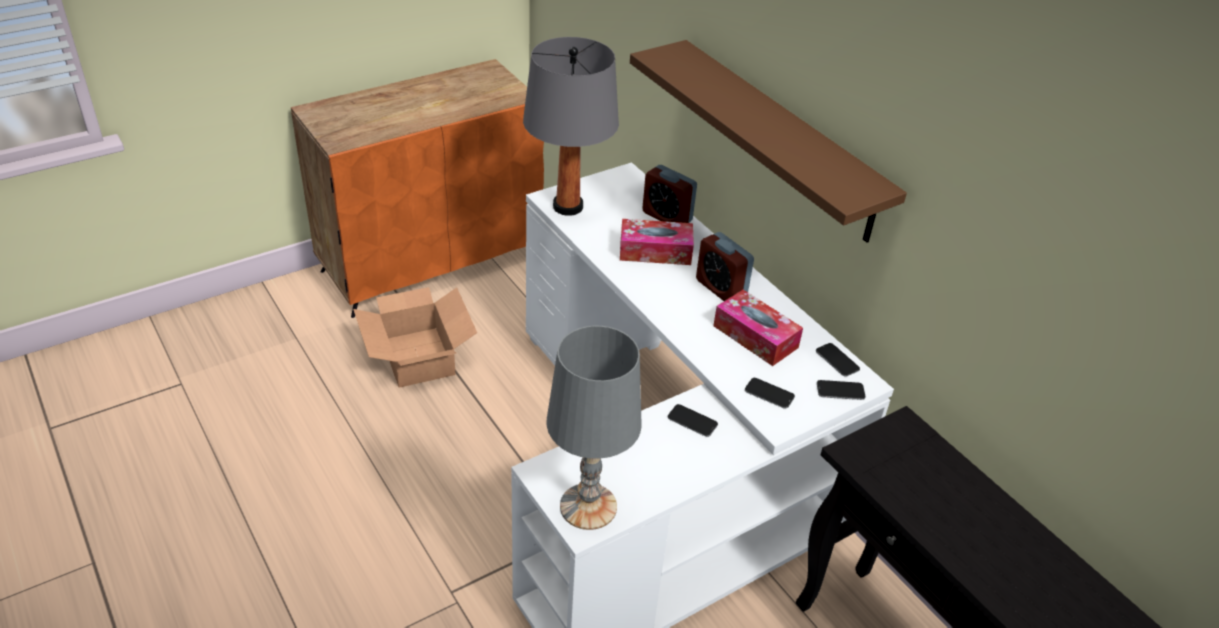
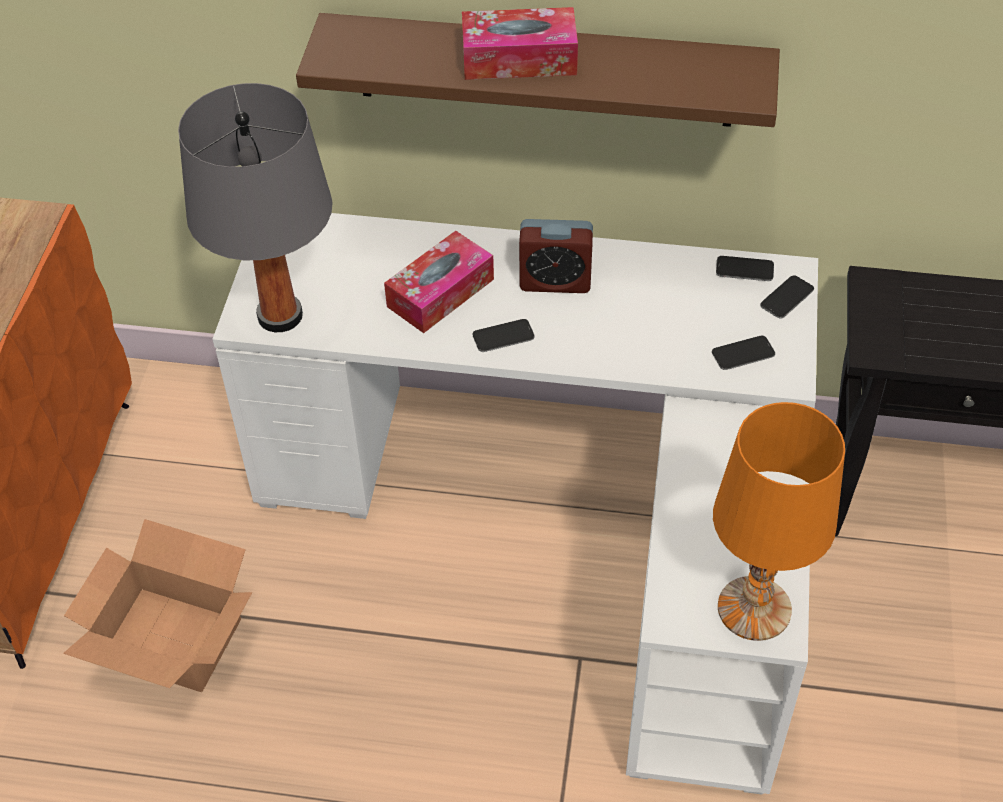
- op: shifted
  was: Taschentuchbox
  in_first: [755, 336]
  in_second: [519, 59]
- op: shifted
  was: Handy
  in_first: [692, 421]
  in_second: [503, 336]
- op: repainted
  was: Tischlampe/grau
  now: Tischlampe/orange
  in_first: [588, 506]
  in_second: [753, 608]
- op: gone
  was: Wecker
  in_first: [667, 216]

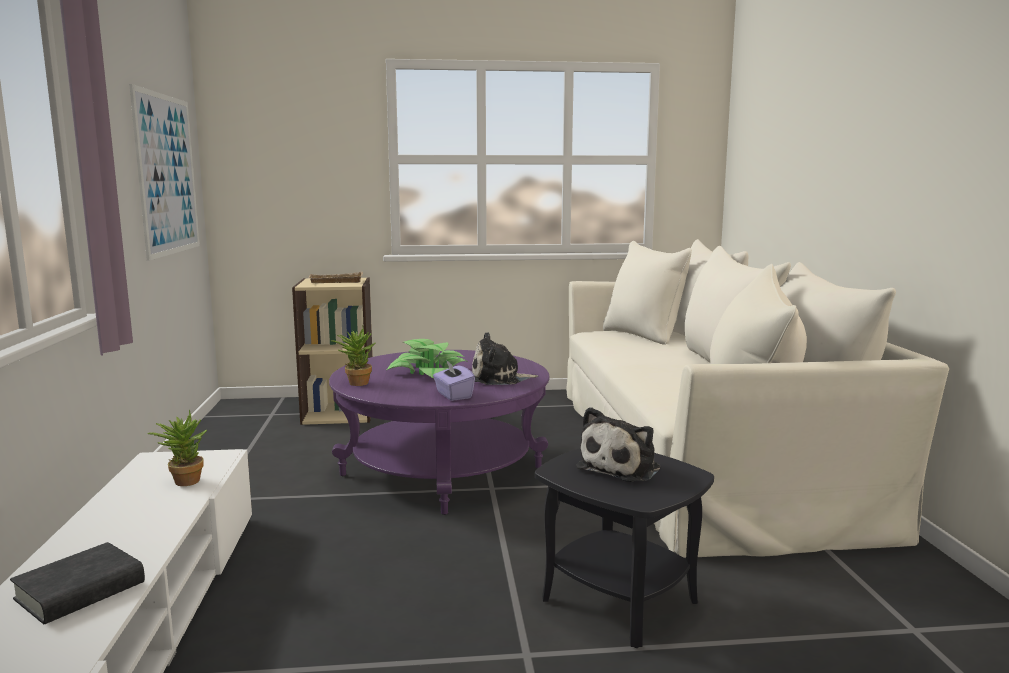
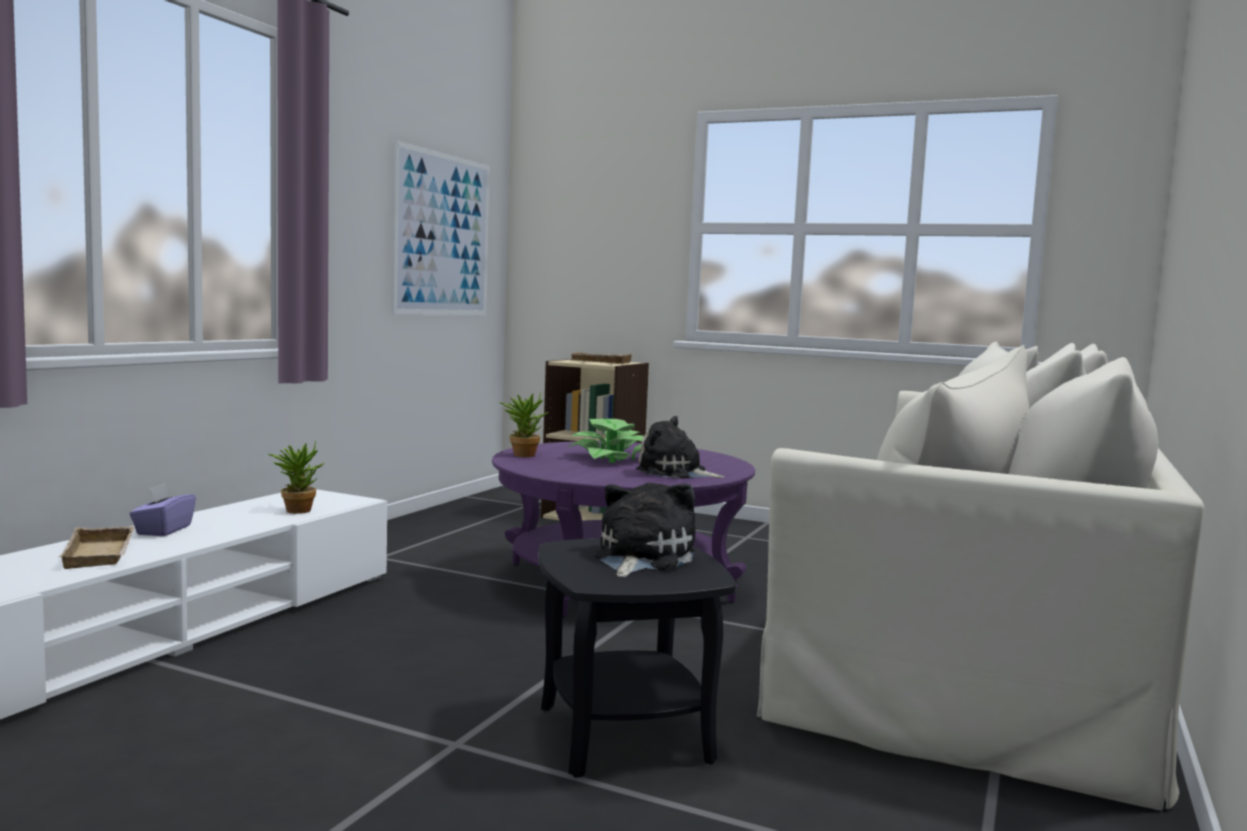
- op: swapped
  was: Buch/schwarz
  now: Tablett/beige
  in_first: [80, 591]
  in_second: [102, 555]
- op: shifted
  was: Taschentuchbox/lila
  in_first: [453, 395]
  in_second: [163, 530]
- op: rotated
  was: Plüschtier
  in_first: [622, 467]
  in_second: [640, 558]
  clockwise: 135

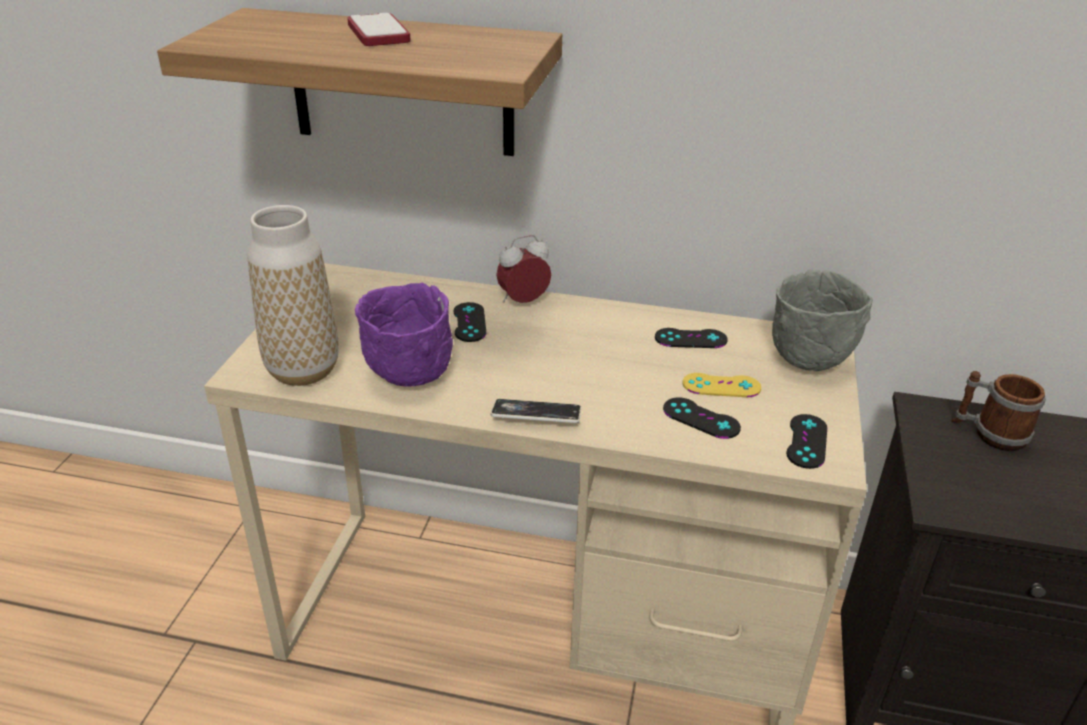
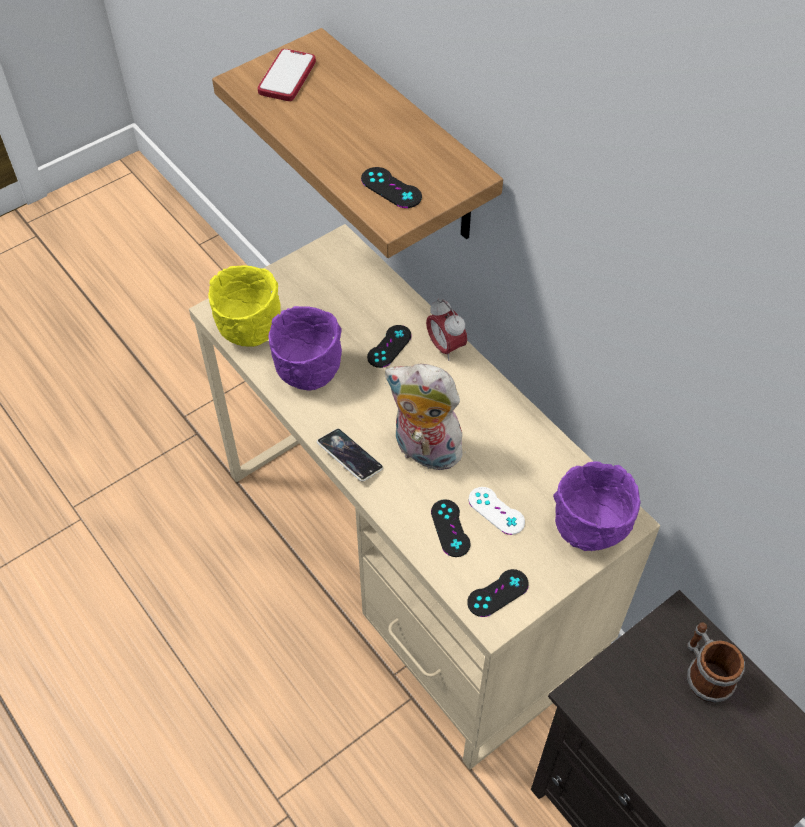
- op: swapped
  was: Vase
  now: Schüssel/gelb
  in_first: [303, 370]
  in_second: [251, 329]
- op: shifted
  was: Handy
  in_first: [378, 33]
  in_second: [287, 77]
- op: shifted
  was: Gamepad/schwarz
  in_first: [690, 339]
  in_second: [391, 188]
- op: new
  now: Plüschtier
  in_second: [424, 451]
- op: rotated
  was: Wecker
  in_first: [523, 301]
  in_second: [445, 347]
  clockwise: -135
- op: repainted
  was: Gamepad/gelb
  now: Gamepad/weiß
  in_first: [721, 386]
  in_second: [496, 511]
- op: repainted
  was: Schüssel/grau
  now: Schüssel/lila
  in_first: [811, 360]
  in_second: [590, 531]

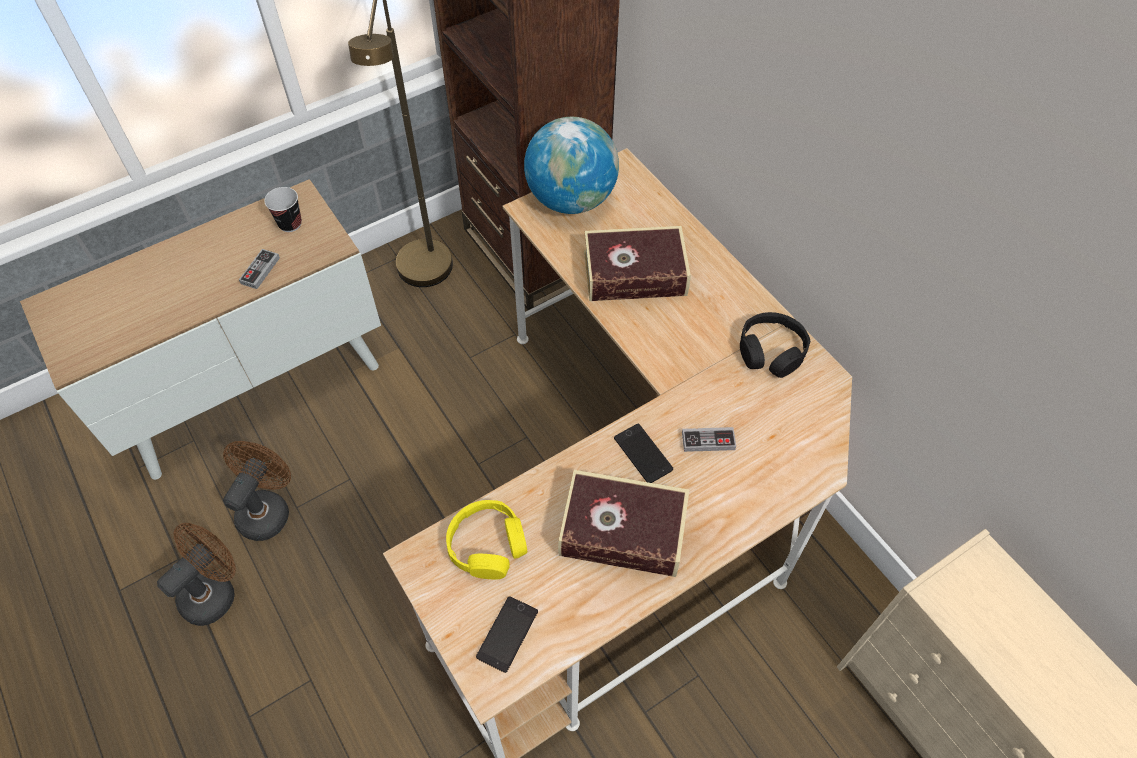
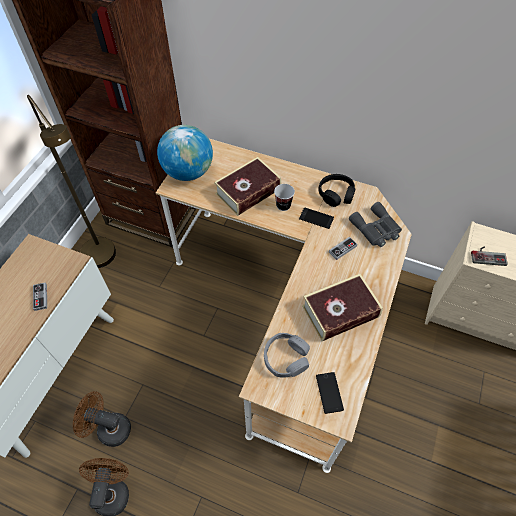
- op: rotated
  was: Ventilator/braun
  in_first: [267, 509]
  in_second: [109, 429]
  clockwise: -60
- op: repainted
  was: Kopfhörer/gelb
  now: Kopfhörer/grau
  in_first: [487, 545]
  in_second: [286, 358]
- op: shifted
  was: Tasse
  in_first: [290, 224]
  in_second: [283, 205]
- op: shifted
  was: Handy
  in_first: [643, 454]
  in_second: [316, 218]
- op: new
  now: Fernglas/grau
  in_second: [376, 229]
- op: new
  now: Gamepad
  in_second: [487, 255]

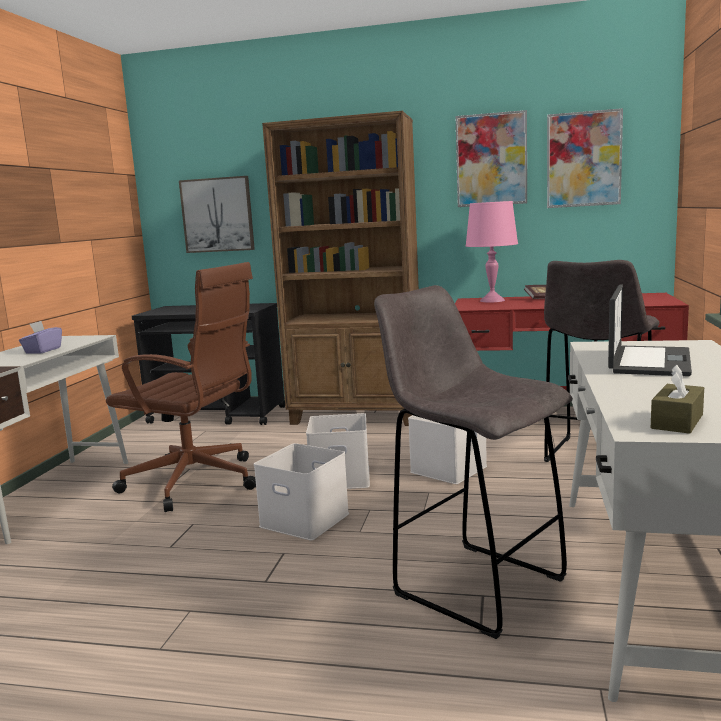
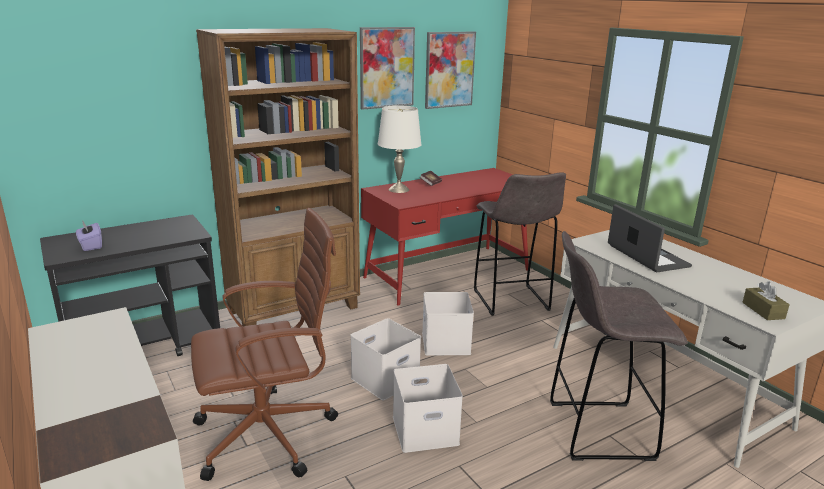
- op: shifted
  was: Taschentuchbox/lila
  in_first: [43, 350]
  in_second: [91, 245]
- op: repainted
  was: Tischlampe/rosa
  now: Tischlampe/weiß
  in_first: [492, 300]
  in_second: [399, 189]
- op: gone
  was: Bild
  in_first: [217, 215]

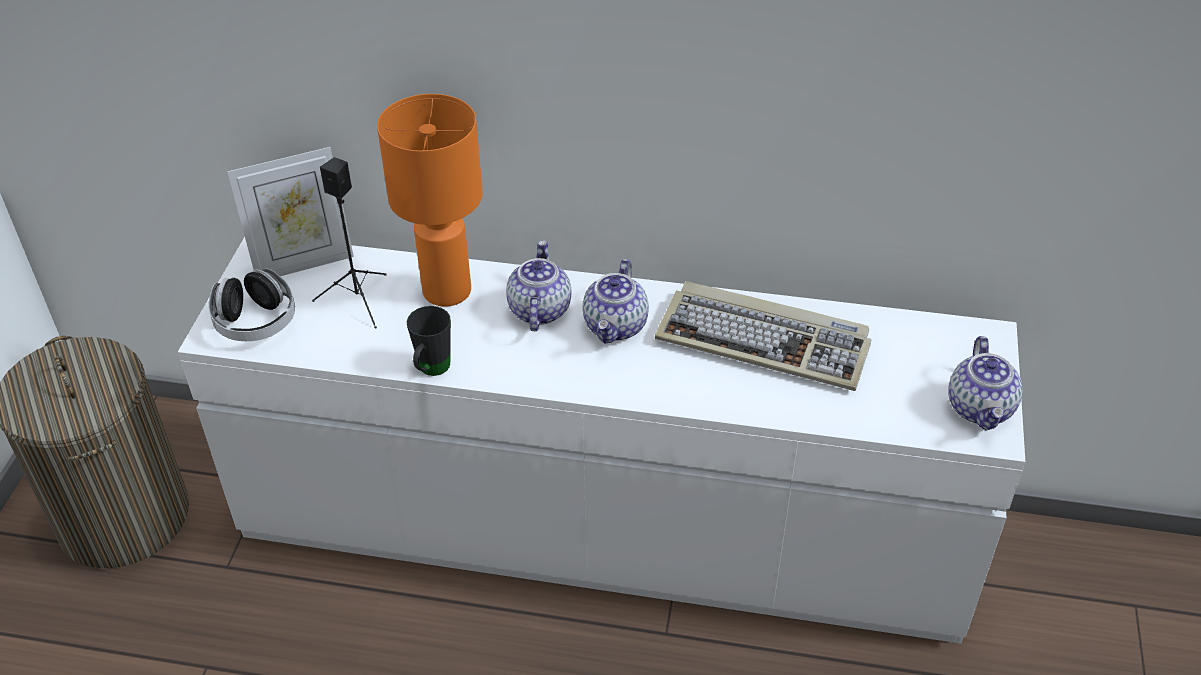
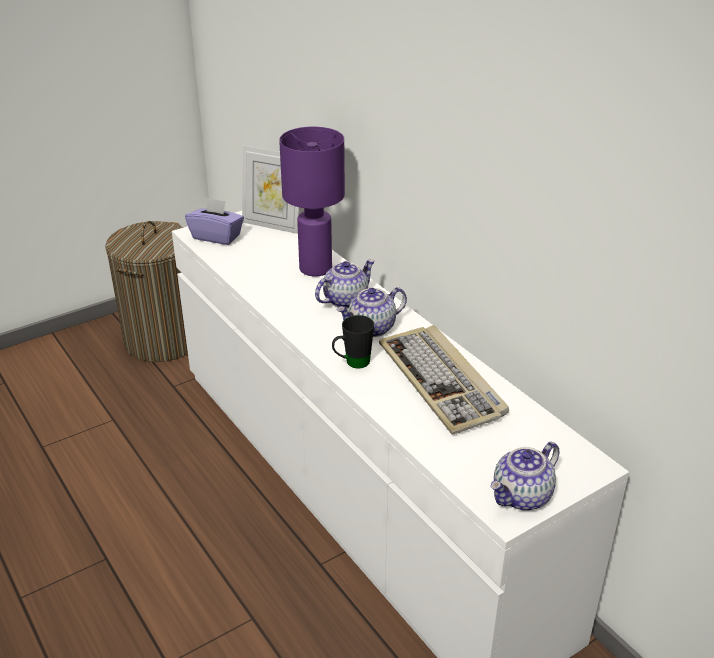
- op: swapped
  was: Kopfhörer
  now: Taschentuchbox/lila
  in_first: [256, 322]
  in_second: [217, 236]
- op: repainted
  was: Tischlampe/orange
  now: Tischlampe/lila
  in_first: [448, 292]
  in_second: [315, 269]
- op: shifted
  was: Henkelbecher/schwarz
  in_first: [431, 371]
  in_second: [352, 363]
- op: gone
  was: Lautsprecher/schwarz
  in_first: [359, 301]

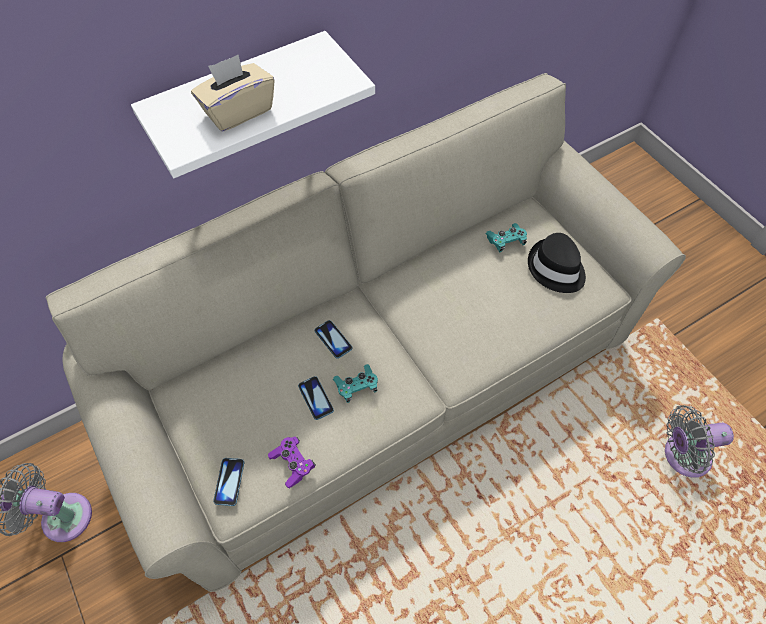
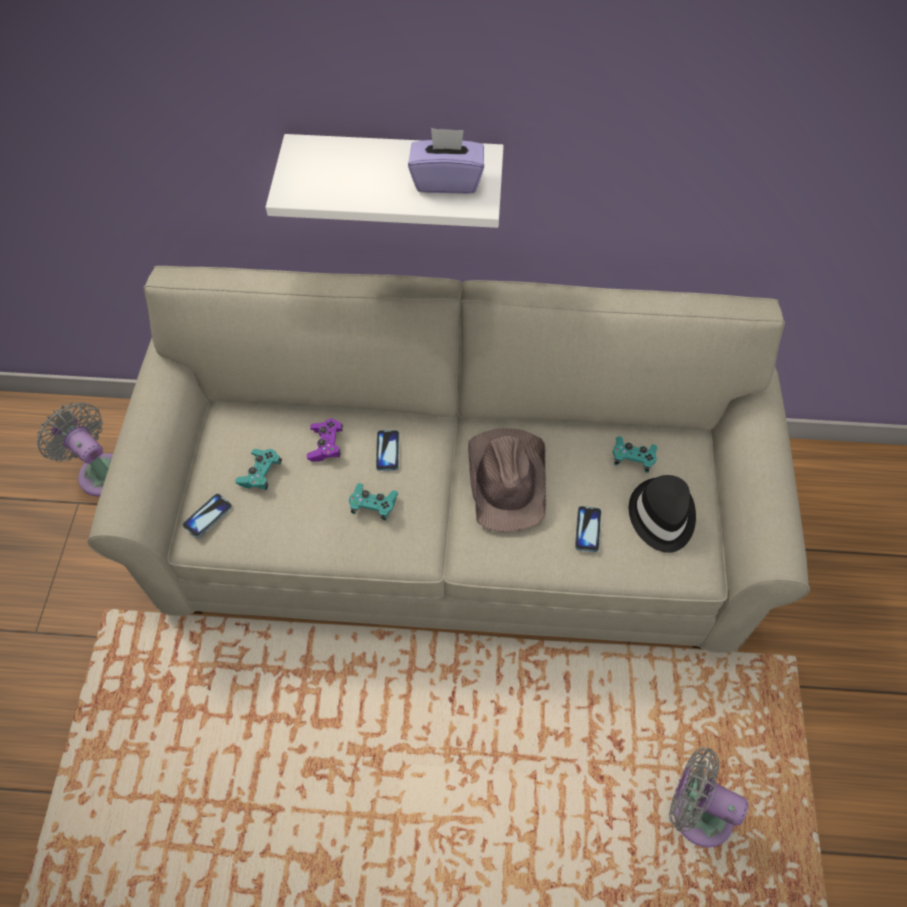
- op: new
  now: Gamepad/türkis
  in_second: [260, 474]
- op: shifted
  was: Gamepad/lila
  in_first: [293, 464]
  in_second: [326, 445]
- op: new
  now: Taschentuchbox/lila
  in_second: [447, 180]
- op: new
  now: Hut/braun
  in_second: [508, 479]
- op: shifted
  was: Handy
  in_first: [315, 398]
  in_second: [588, 529]
- op: gone
  was: Taschentuchbox/beige
  in_first: [238, 111]

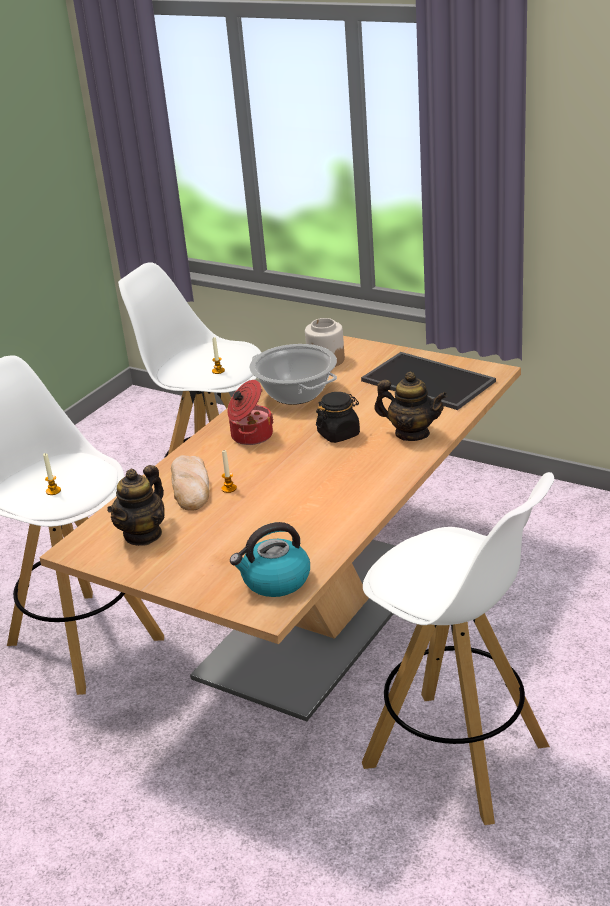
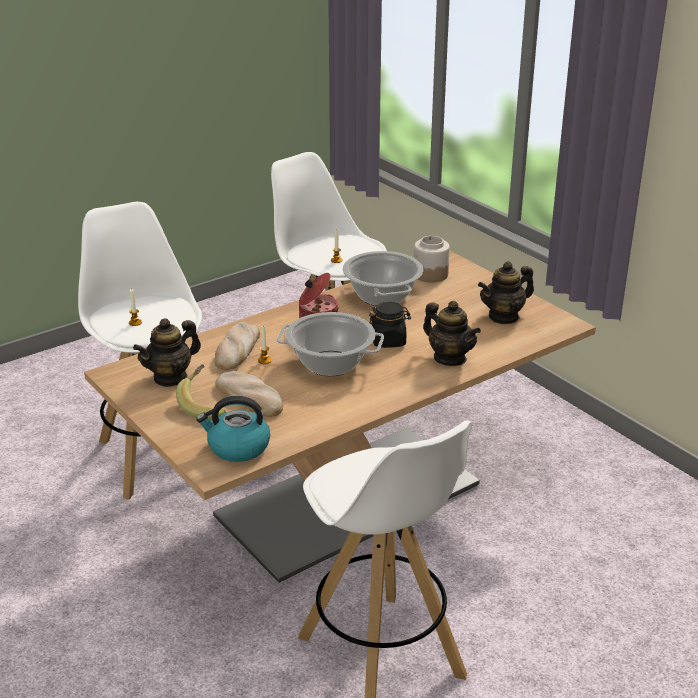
- op: new
  now: Banane
  in_second: [205, 405]
- op: new
  now: Brot
  in_second: [250, 397]
- op: new
  now: Kochtopf
  in_second: [331, 364]
- op: swapped
  was: Tablett
  now: Teekanne
  in_first: [430, 381]
  in_second: [504, 317]

